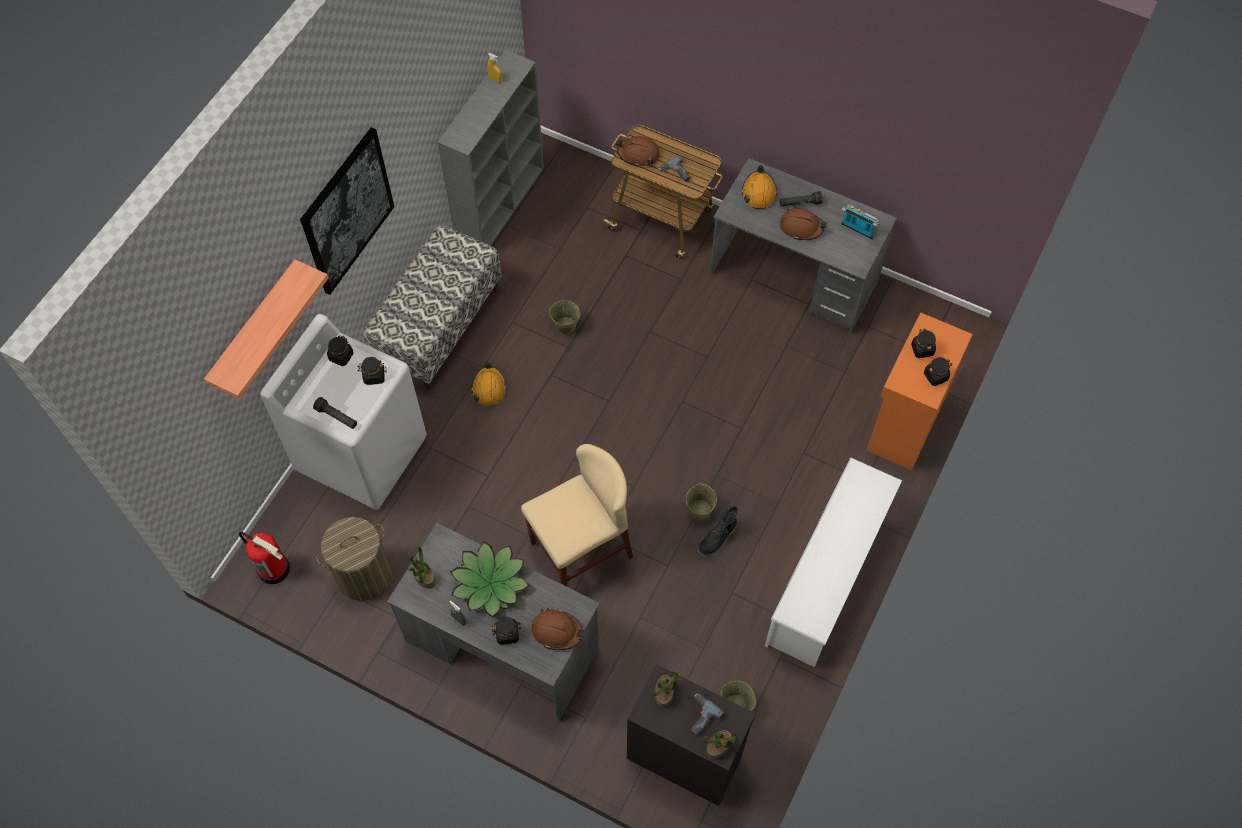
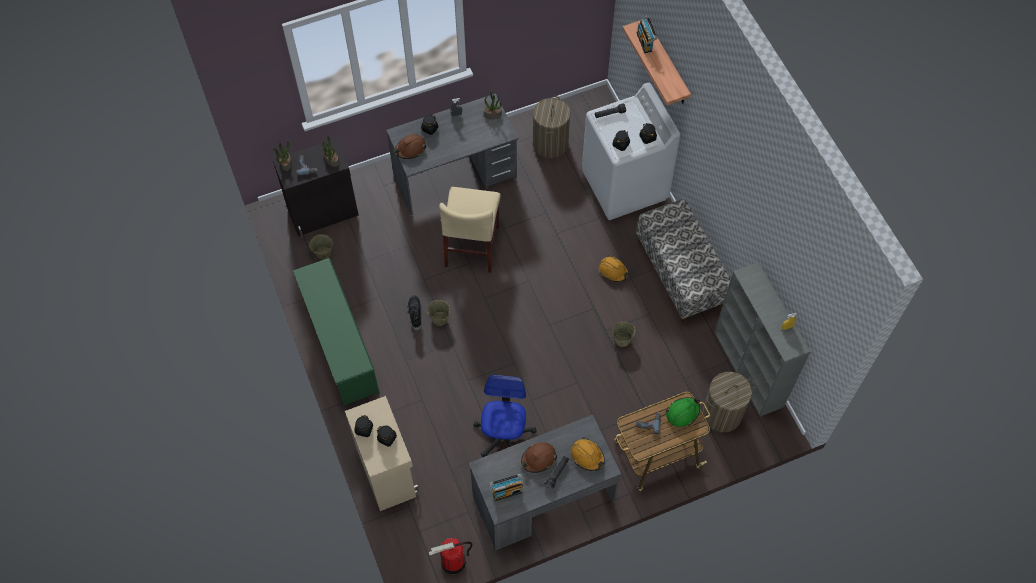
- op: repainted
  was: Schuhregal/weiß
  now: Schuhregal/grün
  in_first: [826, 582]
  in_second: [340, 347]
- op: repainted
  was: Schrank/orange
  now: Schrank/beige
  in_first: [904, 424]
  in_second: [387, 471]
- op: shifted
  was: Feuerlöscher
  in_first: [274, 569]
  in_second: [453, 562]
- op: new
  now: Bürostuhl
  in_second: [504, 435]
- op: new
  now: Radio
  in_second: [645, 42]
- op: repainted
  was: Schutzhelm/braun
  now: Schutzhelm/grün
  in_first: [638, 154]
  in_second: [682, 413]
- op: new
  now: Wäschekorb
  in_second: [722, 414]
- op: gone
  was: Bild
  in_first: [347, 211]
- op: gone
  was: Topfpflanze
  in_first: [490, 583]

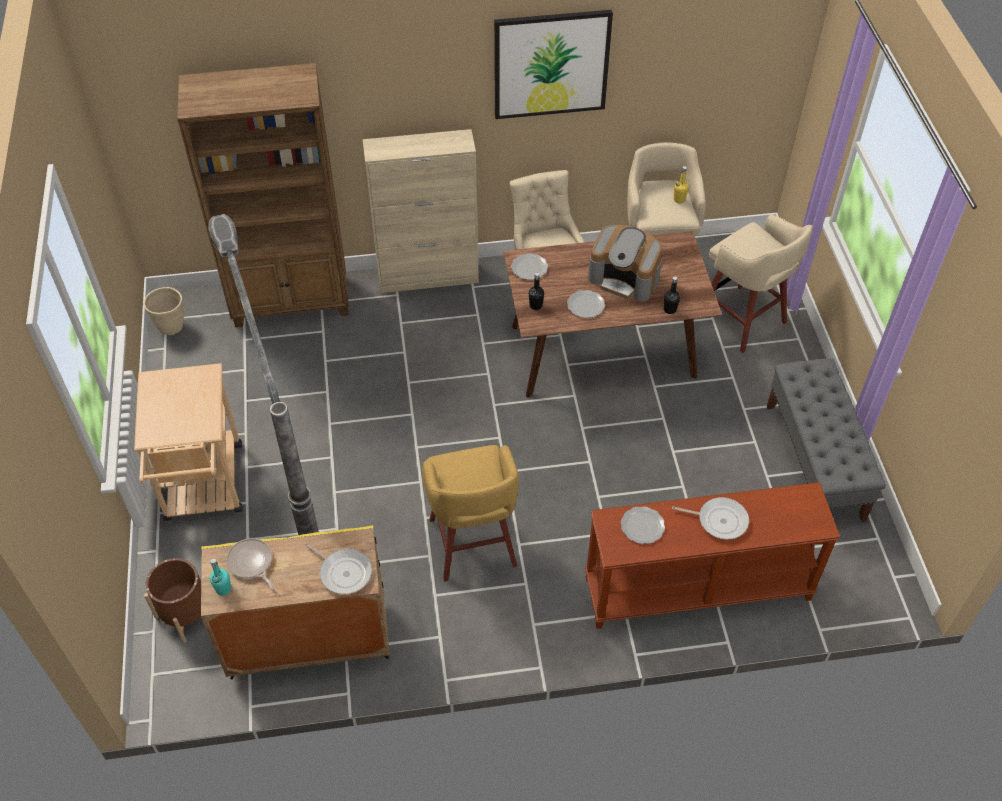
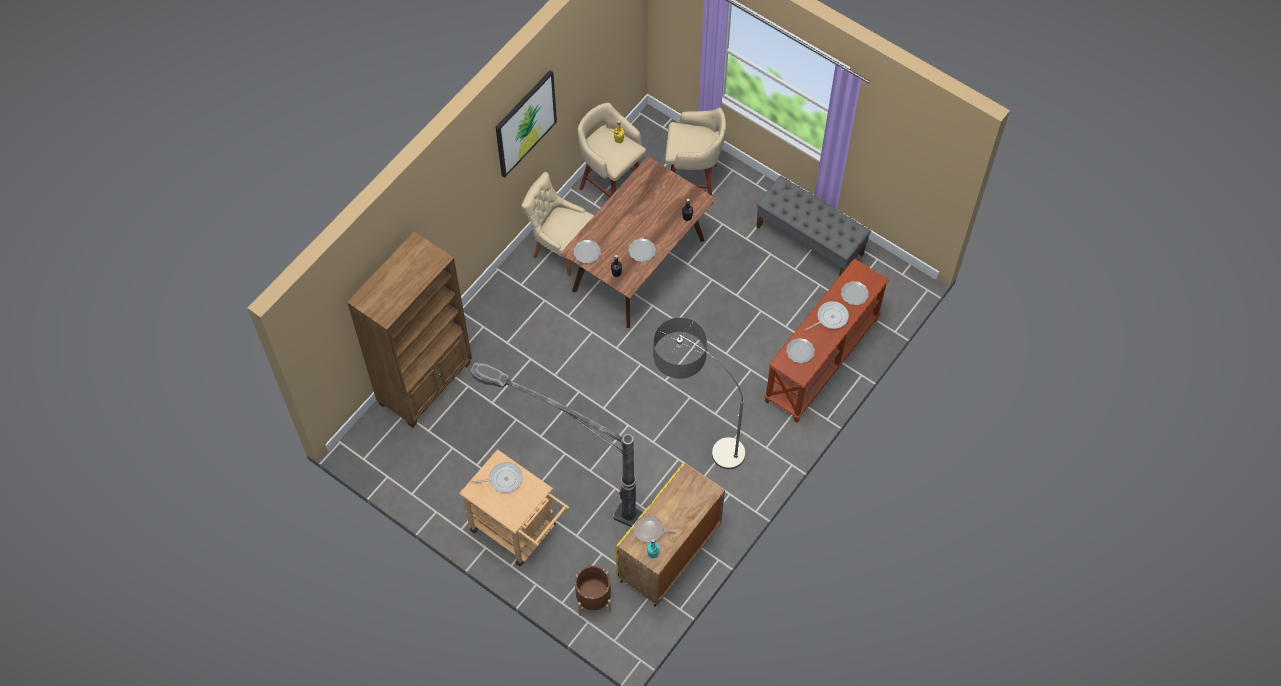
- op: shifted
  was: Pfanne
  in_first: [343, 572]
  in_second: [503, 479]
- op: swapped
  was: Hocker/gelb
  now: Stehlampe
  in_first: [473, 545]
  in_second: [693, 434]
- op: new
  now: Teller
  in_second: [854, 294]
- op: gone
  was: Pflanzkübel/beige
  in_first: [171, 327]
- op: gone
  was: Schrank/beige
  in_first: [428, 277]
- op: gone
  was: Kaffeemaschine
  in_first: [625, 278]

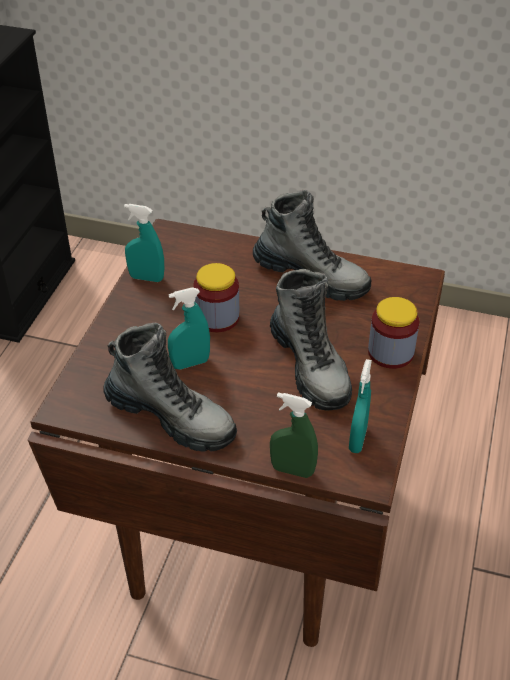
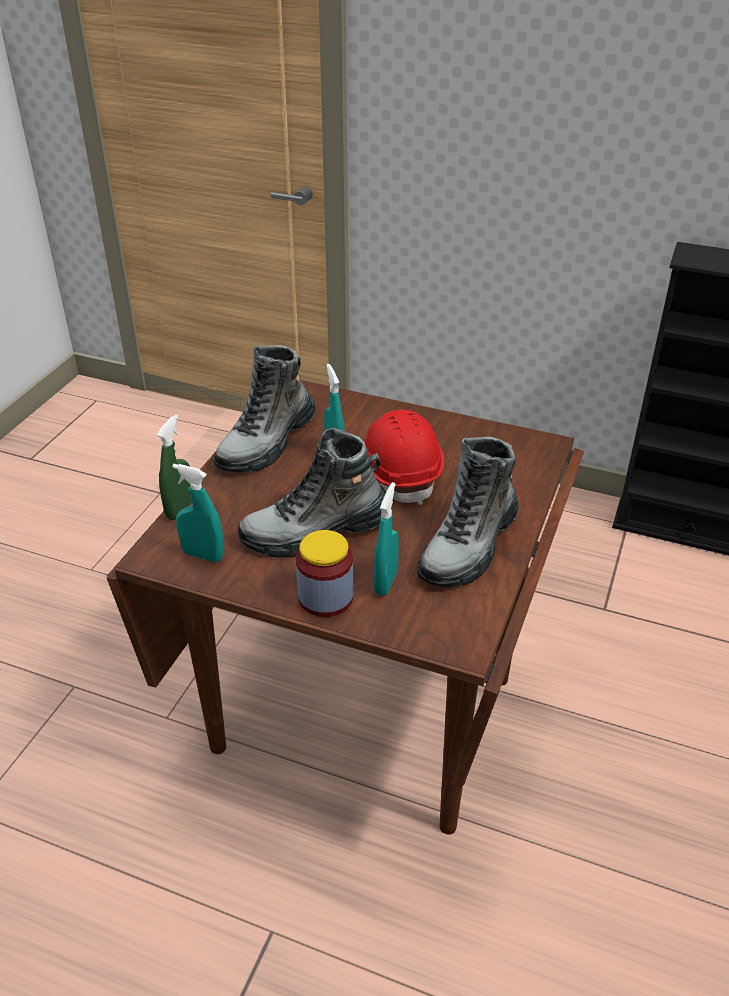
- op: swapped
  was: Vorratsglas
  now: Schutzhelm/rot
  in_first: [217, 317]
  in_second: [400, 473]
- op: shifted
  was: Sprühflasche/türkis
  in_first: [146, 278]
  in_second: [386, 582]

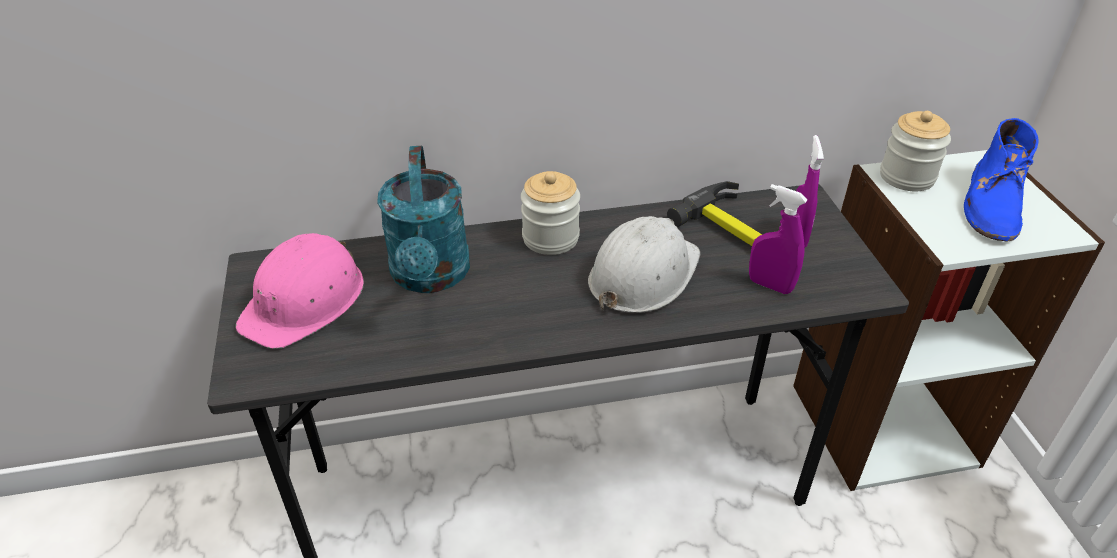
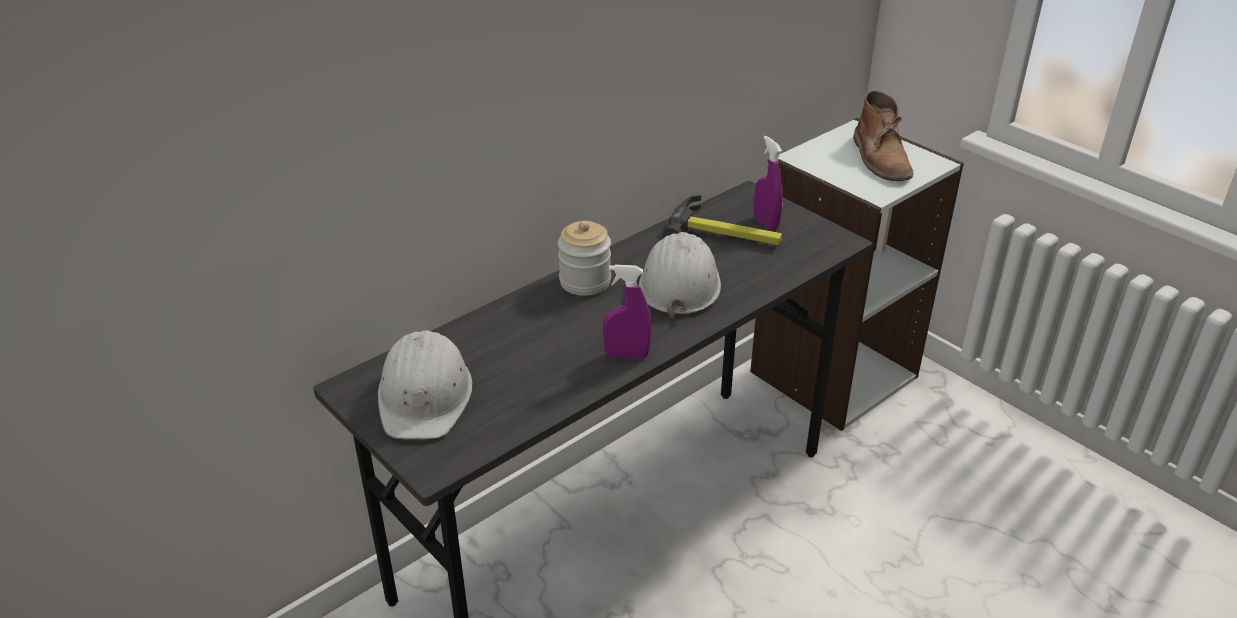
- op: repainted
  was: Schutzhelm/rosa
  now: Schutzhelm/weiß
  in_first: [305, 300]
  in_second: [425, 395]
- op: shifted
  was: Sprühflasche/lila
  in_first: [770, 285]
  in_second: [627, 355]
- op: repainted
  was: Stiefel/blau
  now: Stiefel/braun
  in_first: [992, 204]
  in_second: [881, 158]
- op: gone
  was: Gießkanne/türkis
  in_first: [430, 277]
- op: gone
  was: Vorratsglas
  in_first: [907, 177]

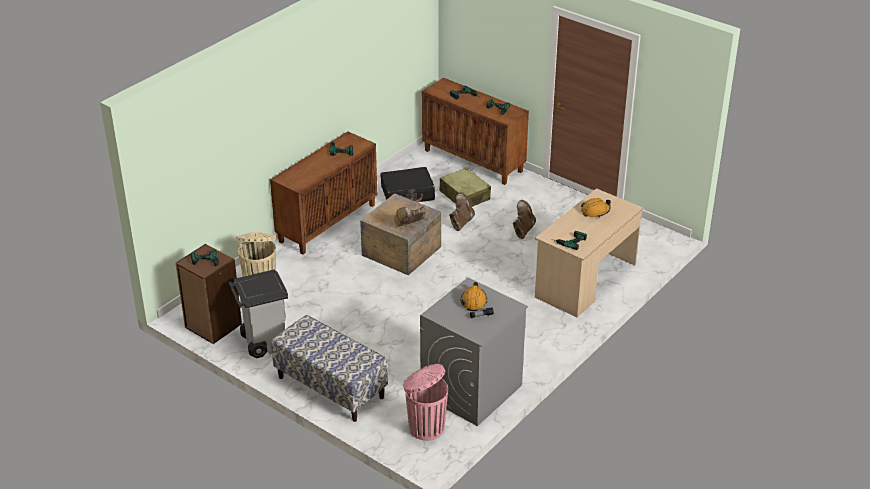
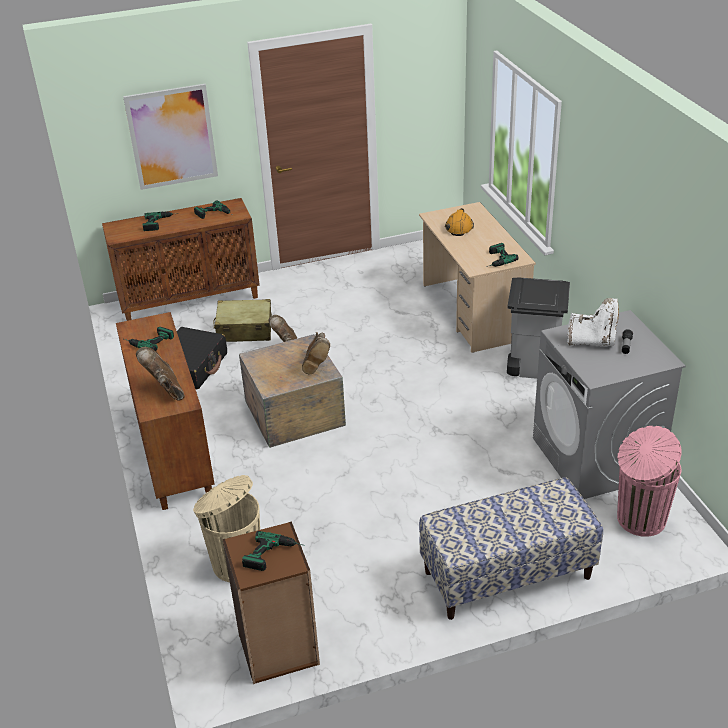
- op: new
  now: Bild
  in_second: [172, 137]
- op: shifted
  was: Stiefel/braun
  in_first: [523, 230]
  in_second: [165, 389]
- op: shifted
  was: Mülleimer/grau
  in_first: [263, 343]
  in_second: [532, 367]
- op: swapped
  was: Schutzhelm/orange
  now: Stiefel/weiß
  in_first: [473, 301]
  in_second: [593, 342]

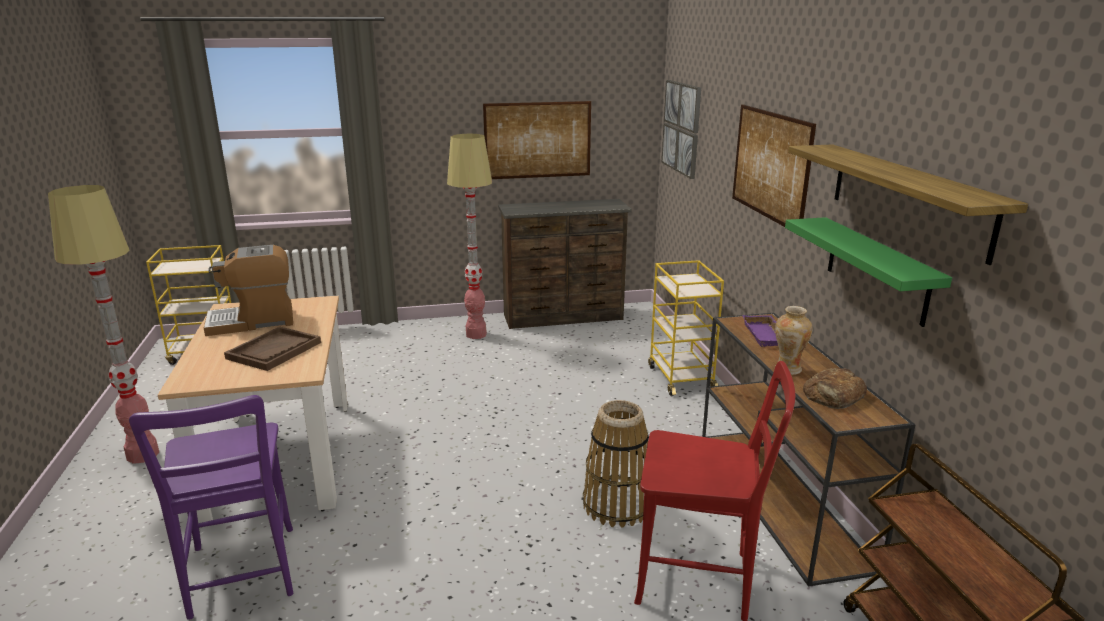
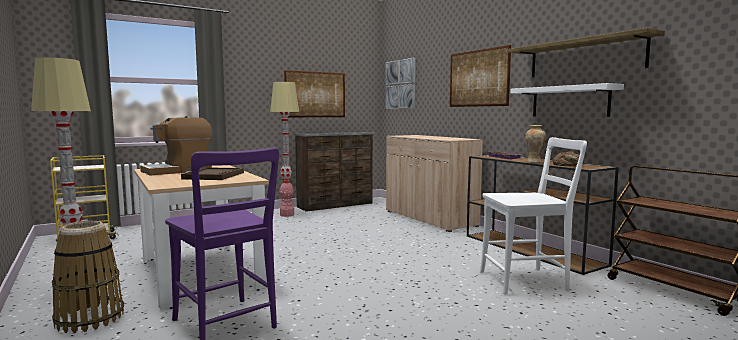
- op: shifted
  was: Korb
  in_first: [617, 505]
  in_second: [90, 318]
- op: swapped
  was: Rollwagen/gelb
  now: Schrank/beige
  in_first: [680, 378]
  in_second: [429, 218]
- op: repainted
  was: Stuhl/rot
  now: Stuhl/weiß
  in_first: [701, 579]
  in_second: [527, 280]
- op: repainted
  was: Wandregal/grün
  now: Wandregal/weiß
  in_first: [876, 269]
  in_second: [569, 101]

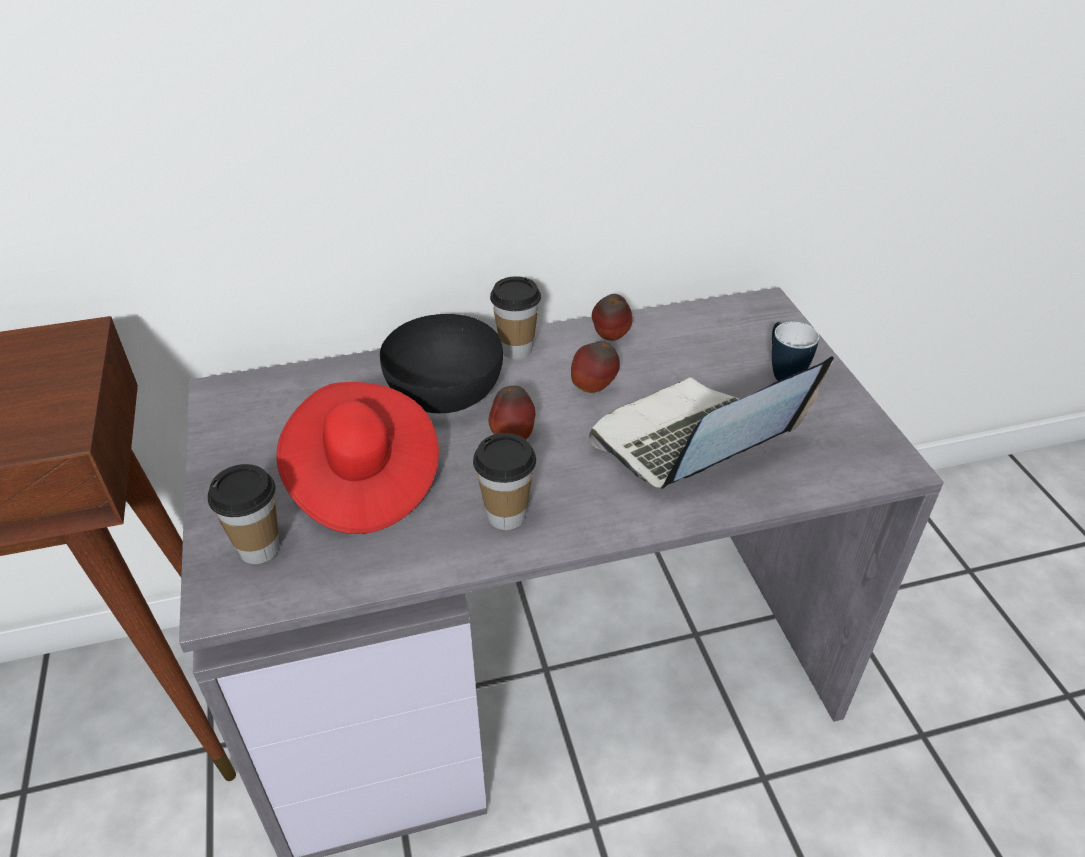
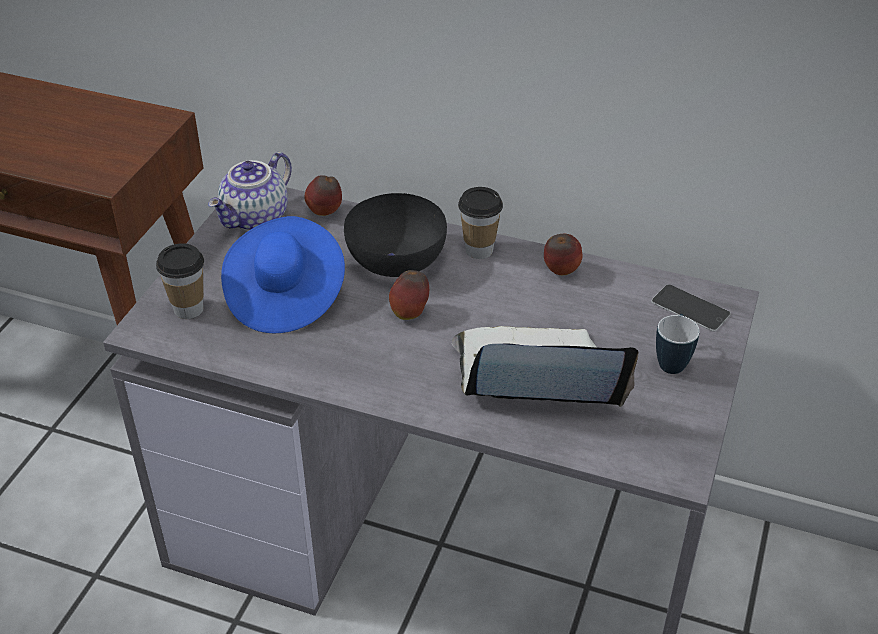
- op: new
  now: Teekanne
  in_second: [256, 219]
- op: repainted
  was: Hut/rot
  now: Hut/blau
  in_first: [362, 482]
  in_second: [284, 296]
- op: shifted
  was: Apfel
  in_first: [593, 388]
  in_second: [325, 213]
- op: new
  now: Handy
  in_second: [690, 308]
- op: gone
  was: Tasse
  in_first: [506, 516]

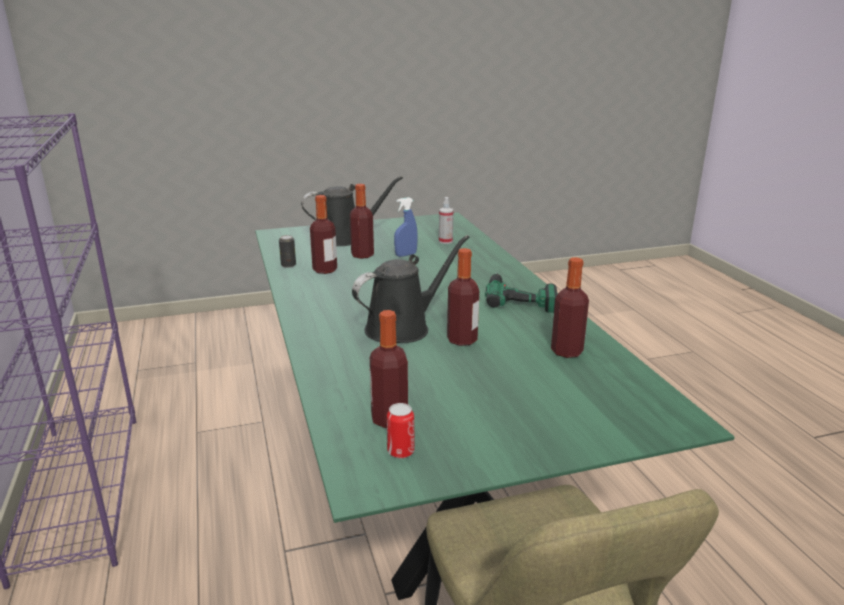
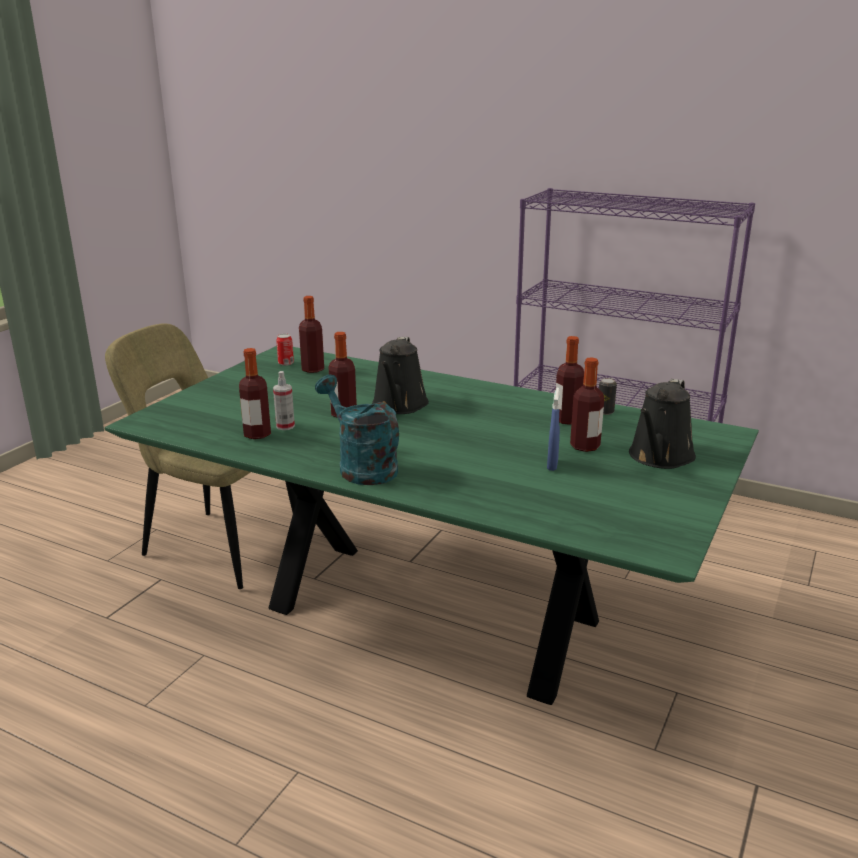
- op: shifted
  was: Sprühflasche
  in_first: [445, 241]
  in_second: [285, 426]
- op: swapped
  was: Bohrmaschine
  now: Gießkanne/türkis
  in_first: [520, 294]
  in_second: [361, 467]

